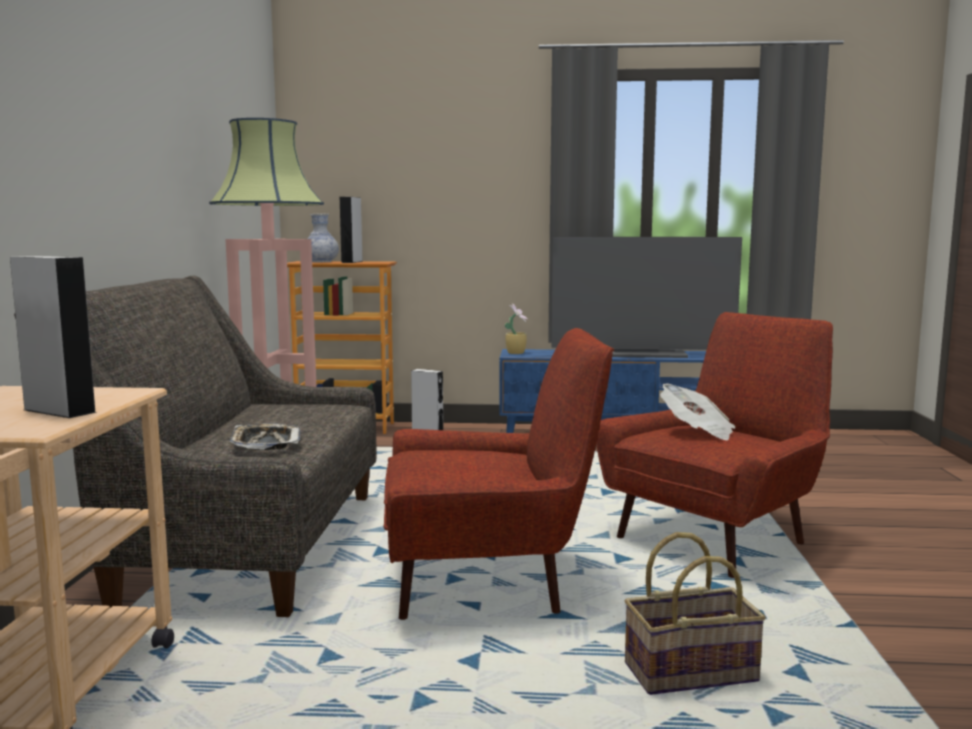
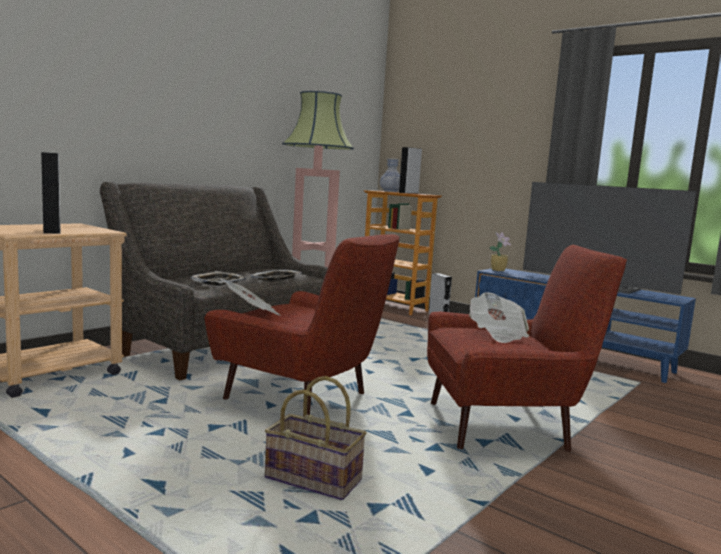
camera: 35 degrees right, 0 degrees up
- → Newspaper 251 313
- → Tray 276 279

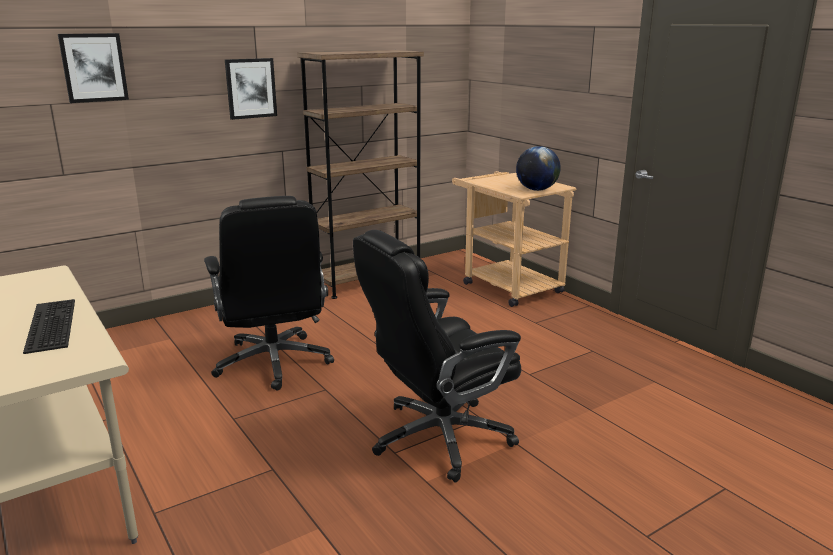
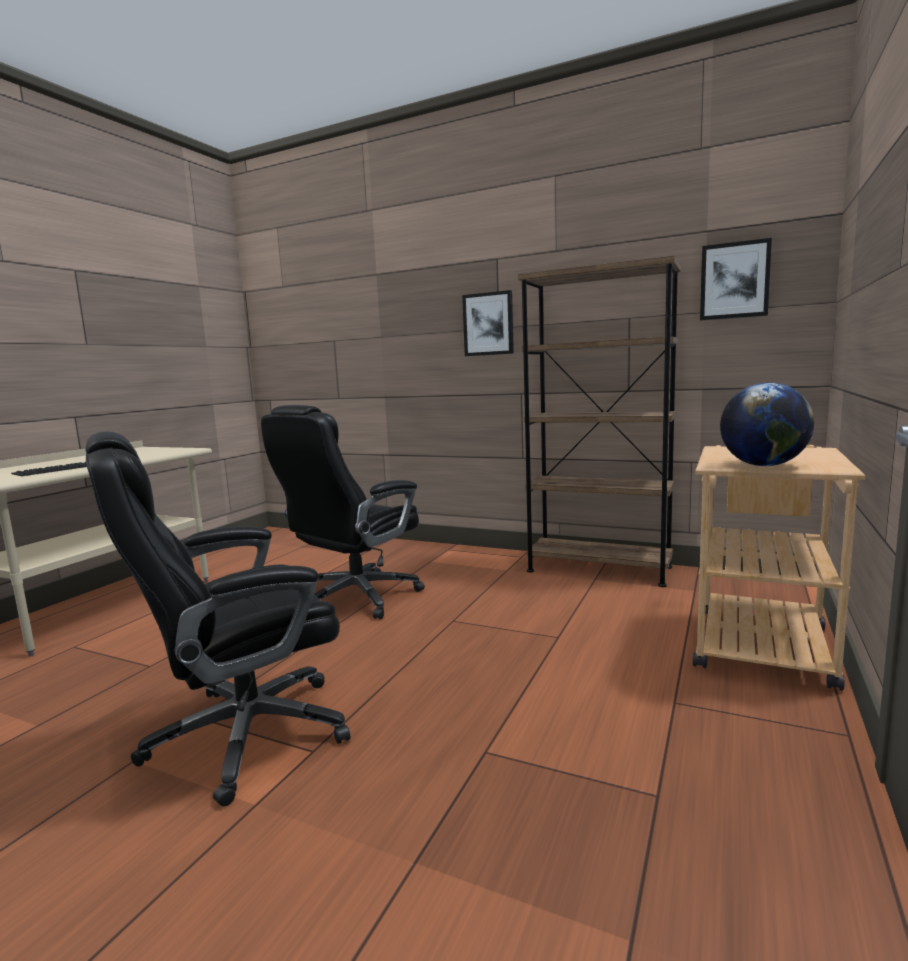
camera: 60 degrees right, 10 degrees down
Picture 94 67 → Picture 734 280, relocated
BlackOfficeChair 438 438 → BlackOfficeChair 243 735, 60 degrees counterclockwise

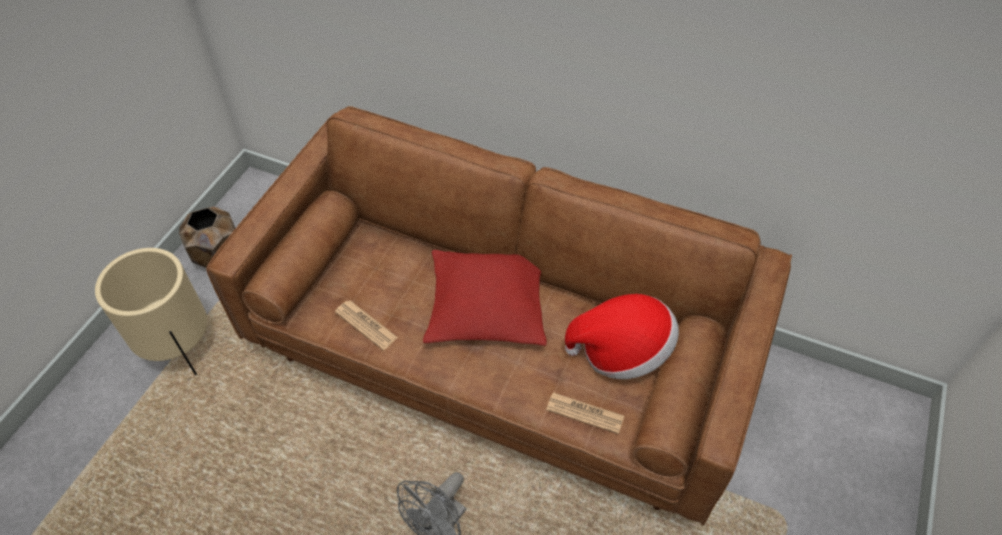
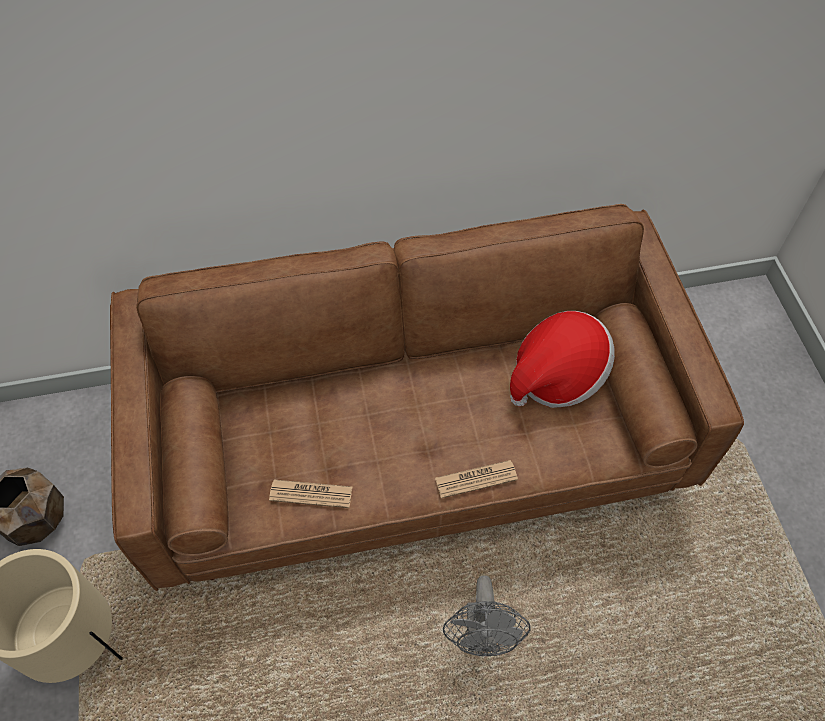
camera: 35 degrees left, 5 degrees up
RedPillow 487 306 → -
Newspaper 585 413 → Newspaper 476 479, relocated

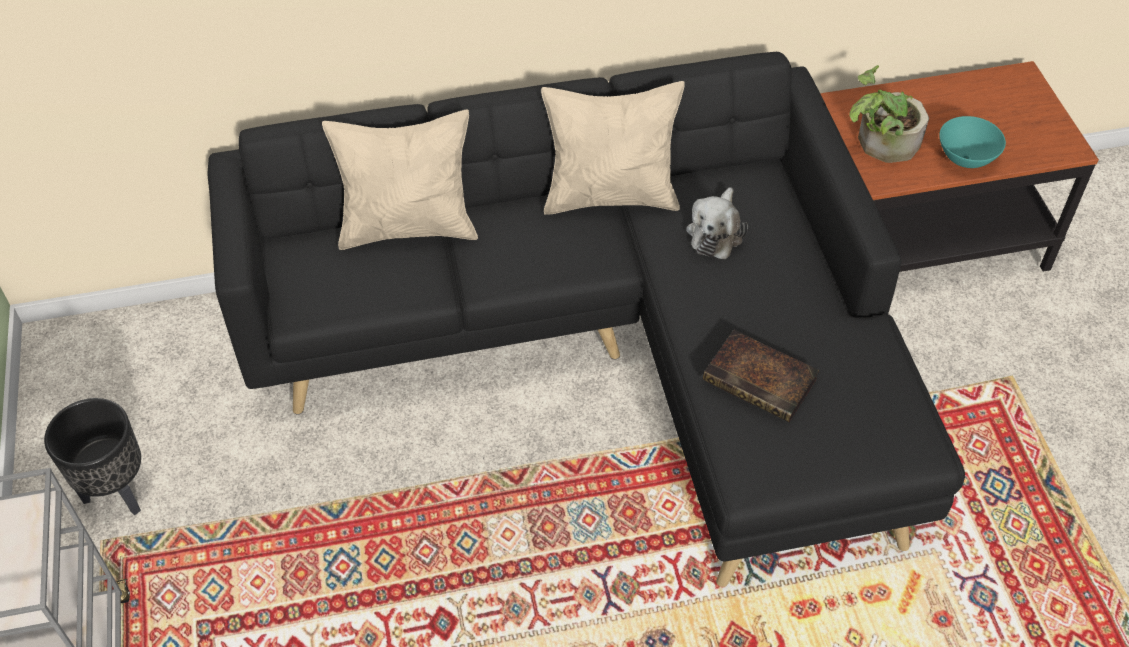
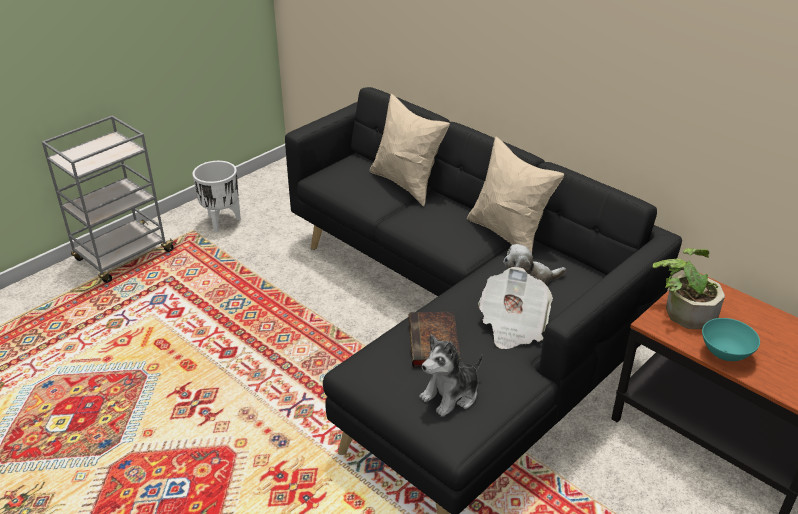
camera: 55 degrees right, 15 degrees down
- → PlushToy 451 395
- → Newspaper 512 325
BlackPlanter 117 492 → WhitePlanter 222 222

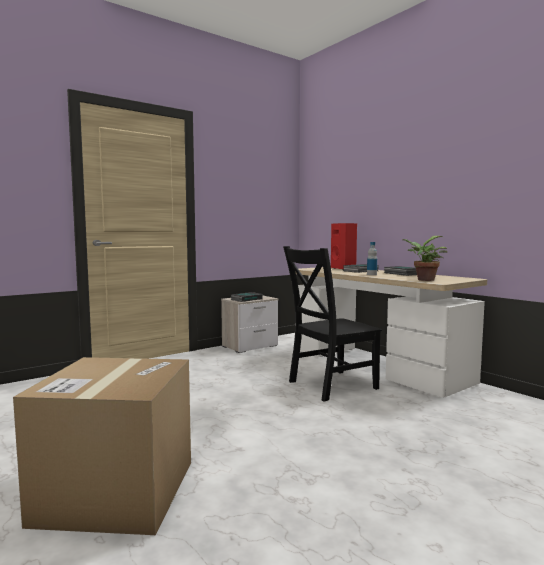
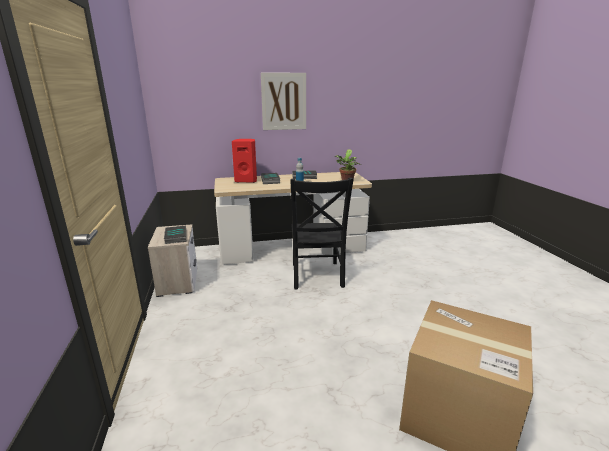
camera: 65 degrees left, 15 degrees up
- → Picture 284 101

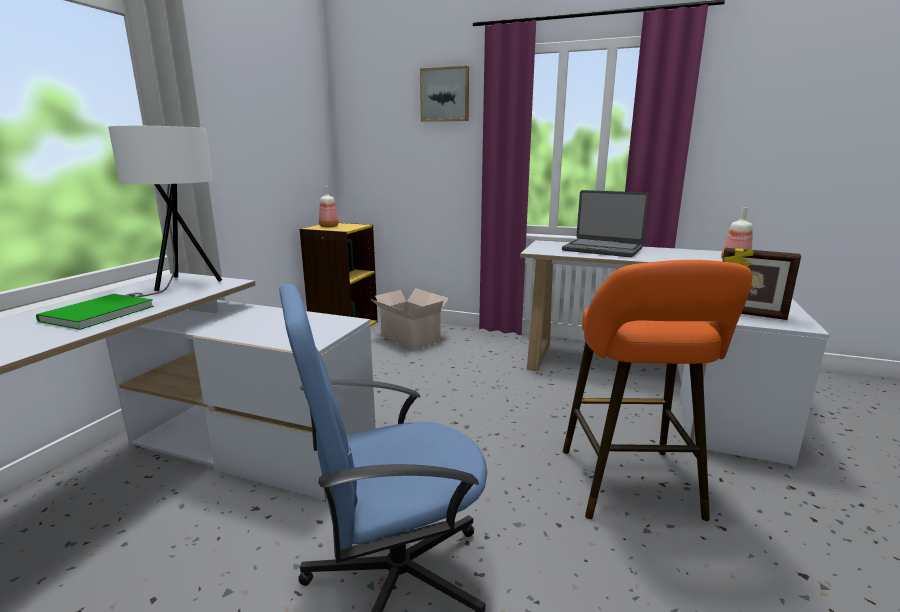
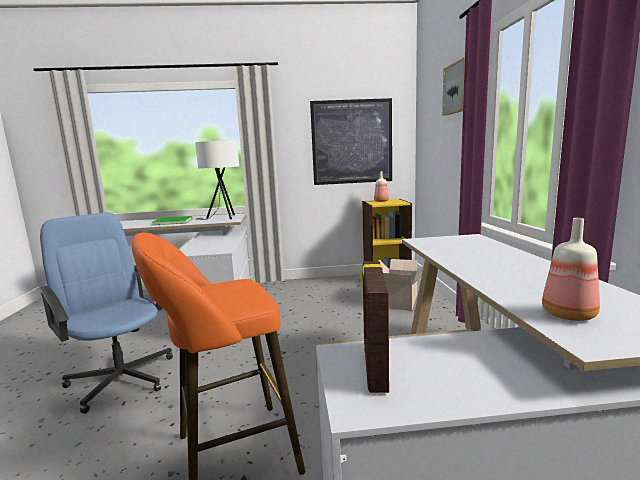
camera: 65 degrees right, 5 degrees down
Laptop 602 249 → -
- → Picture 352 142

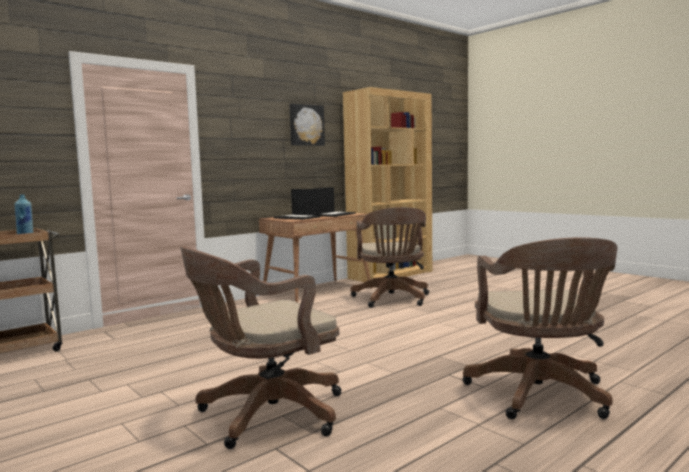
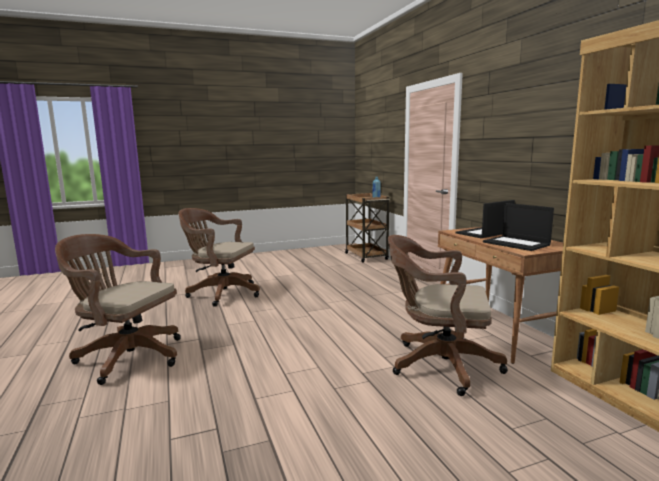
camera: 110 degrees right, 5 degrees up
Picture 306 125 → -
BrownOfficeChair 265 415 → BrownOfficeChair 221 293, 60 degrees counterclockwise

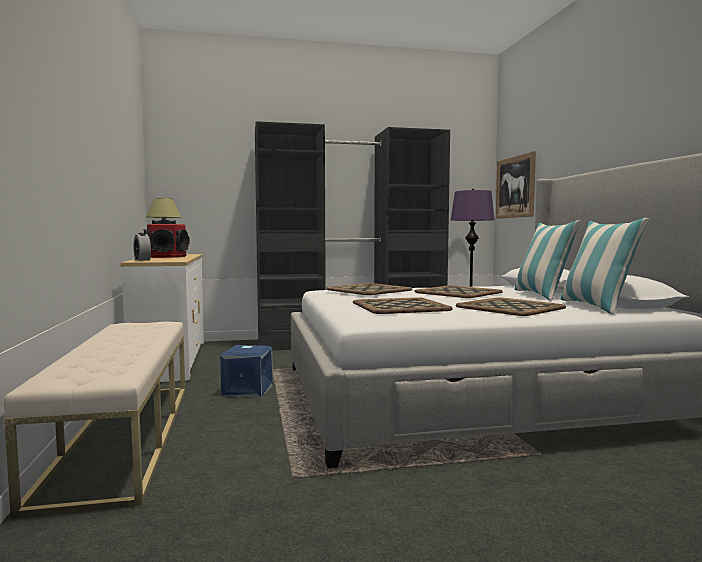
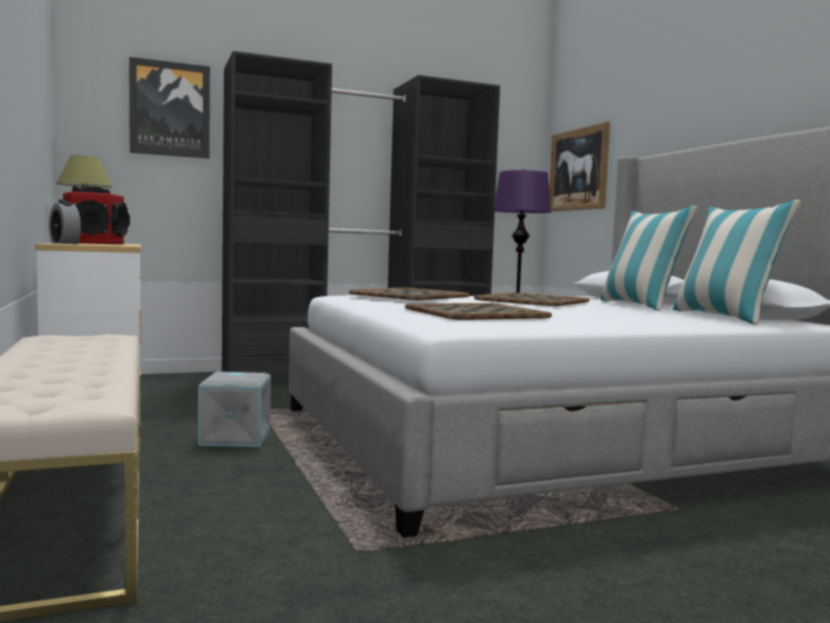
camera: 10 degrees left, 0 degrees up
Tray 510 307 → -
- → Picture 170 109
BlueStorageBox 247 390 → GreyStorageBox 234 437

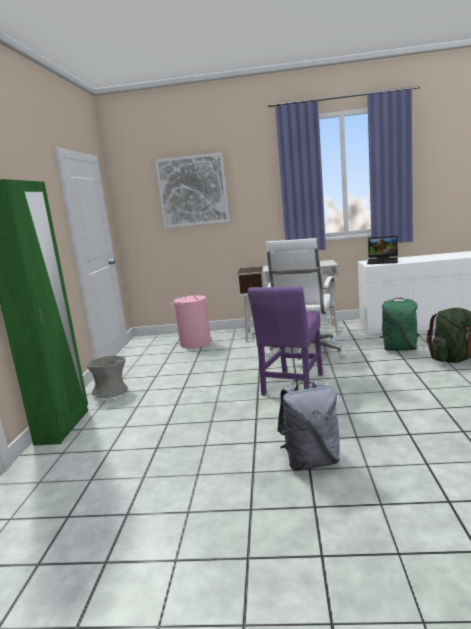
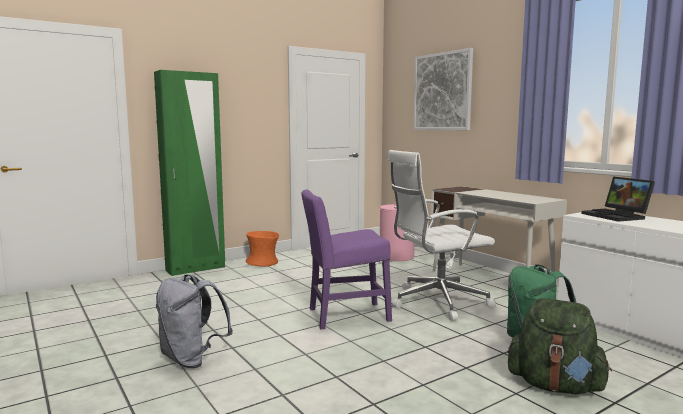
camera: 50 degrees right, 5 degrees down
GreyVase 111 392 → OrangeVase 263 263

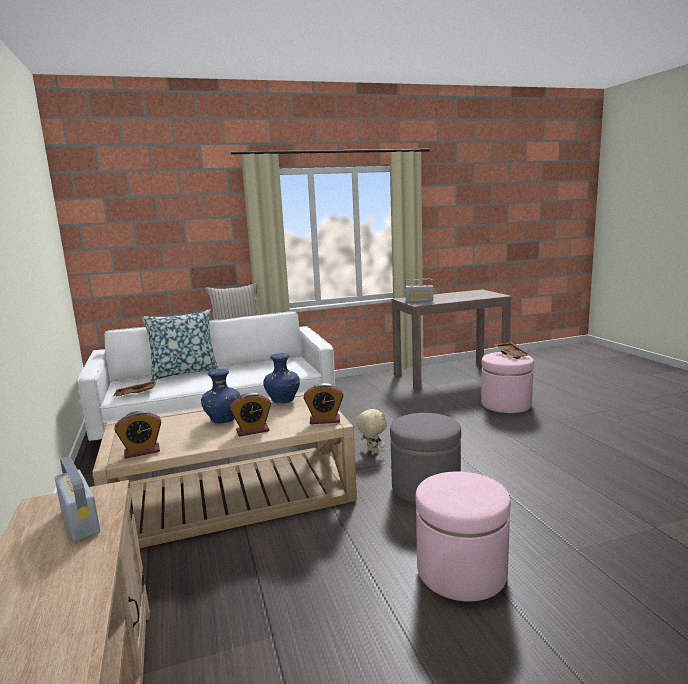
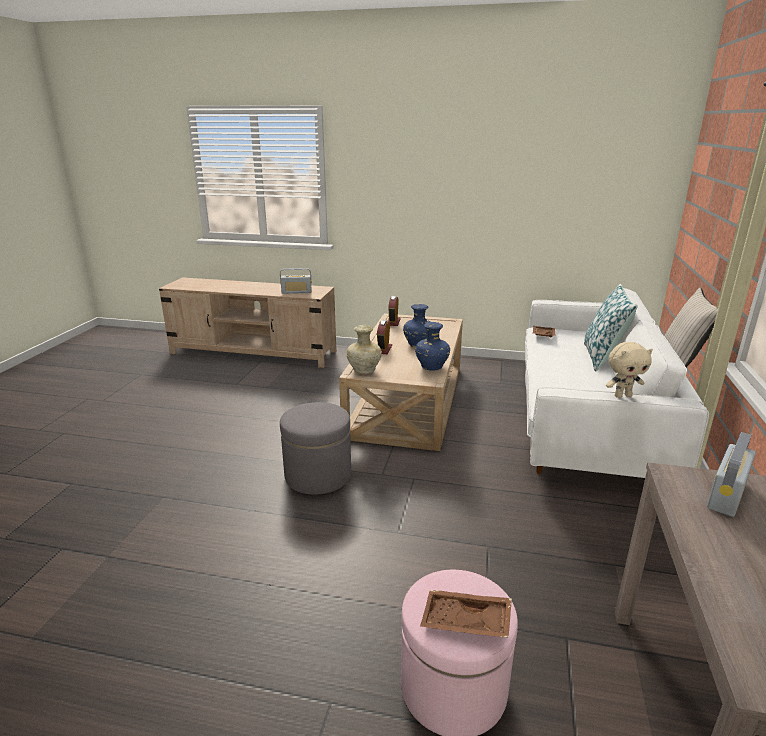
camera: 120 degrees right, 10 degrees up
PinkOttoman 461 571 → -
BeigePlushToy 372 451 → BeigePlushToy 622 395, relocated
AlarmClock 325 420 → BeigeVase 364 371

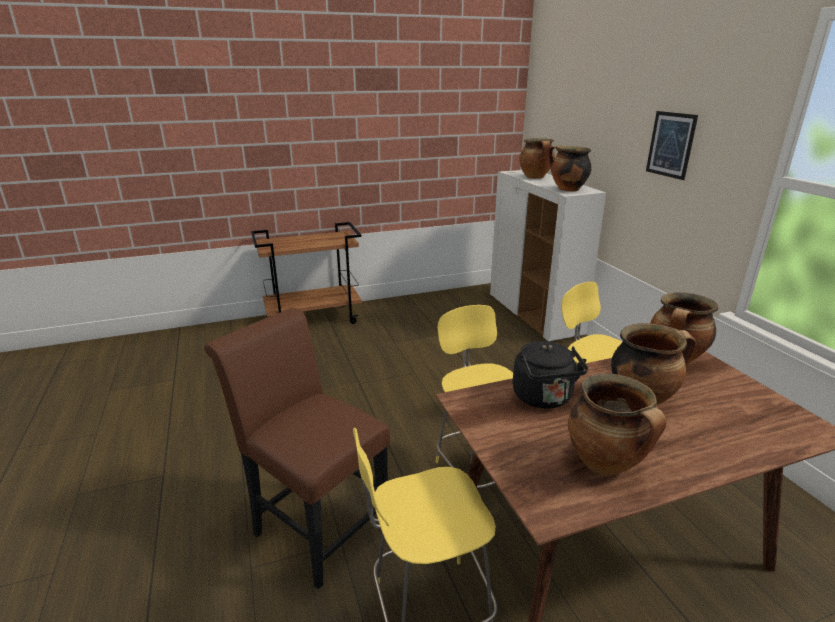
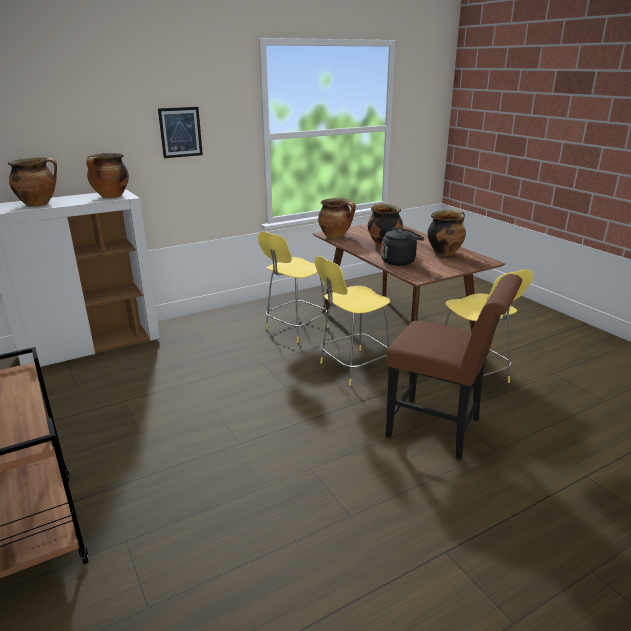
camera: 100 degrees left, 0 degrees up
BrownChair 314 524 → BrownChair 441 430, 90 degrees counterclockwise

